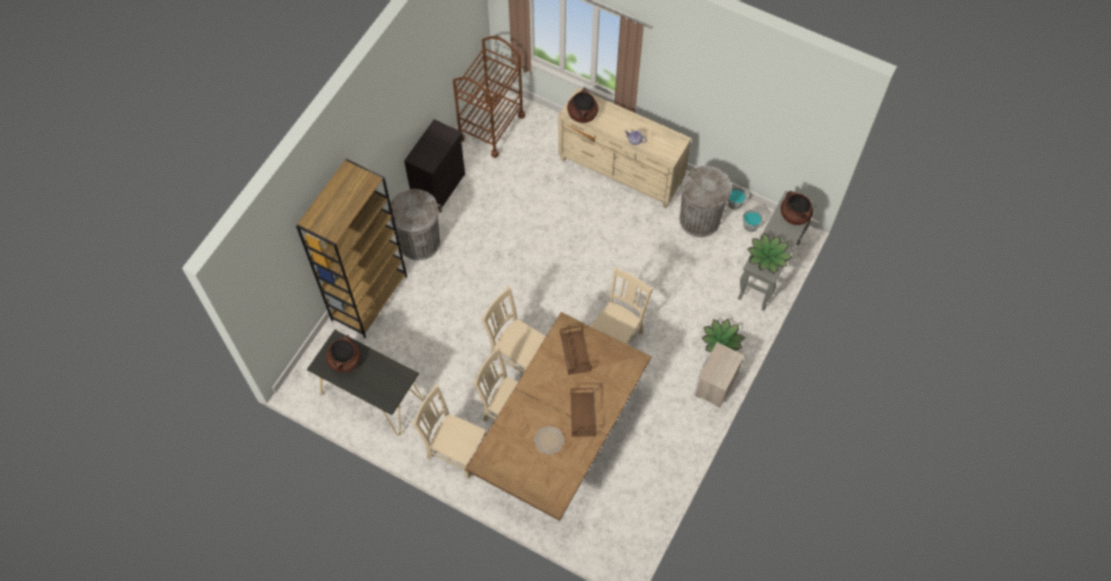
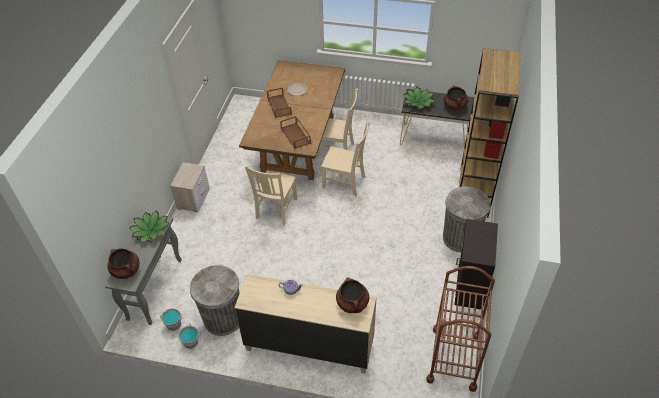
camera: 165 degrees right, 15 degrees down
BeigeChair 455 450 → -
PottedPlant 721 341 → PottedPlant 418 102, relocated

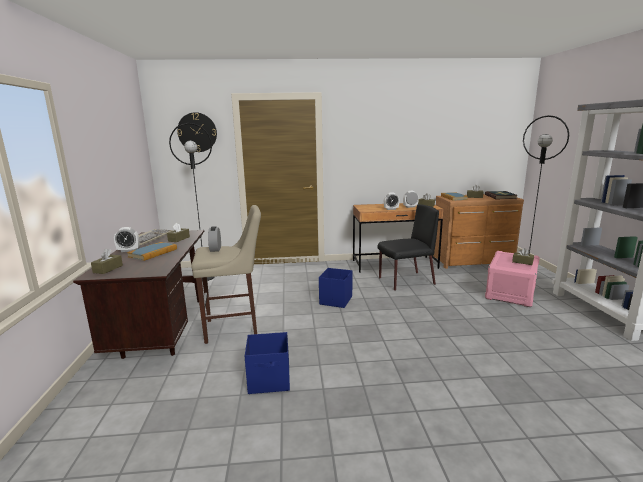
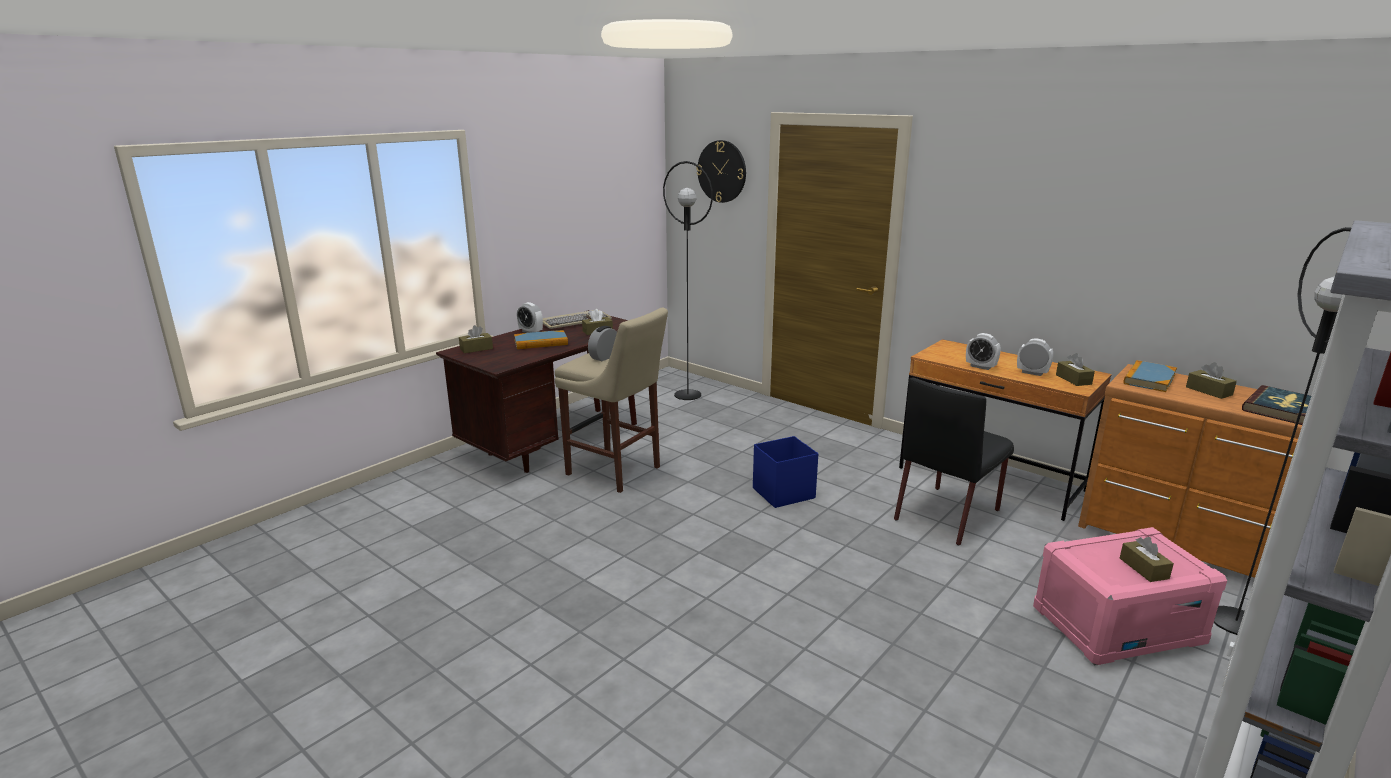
camera: 45 degrees right, 5 degrees up
BlueStorageBox 270 380 → -
BlackChair 405 281 → BlackChair 947 514, 105 degrees clockwise

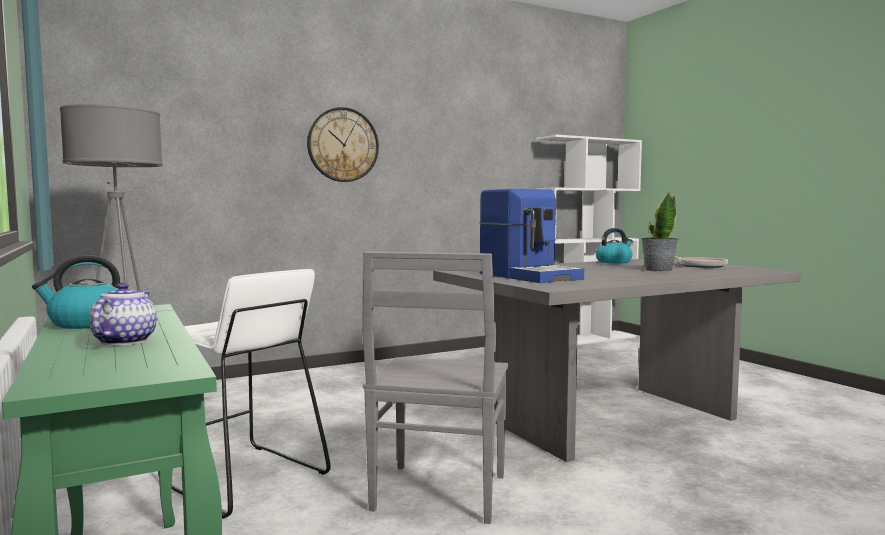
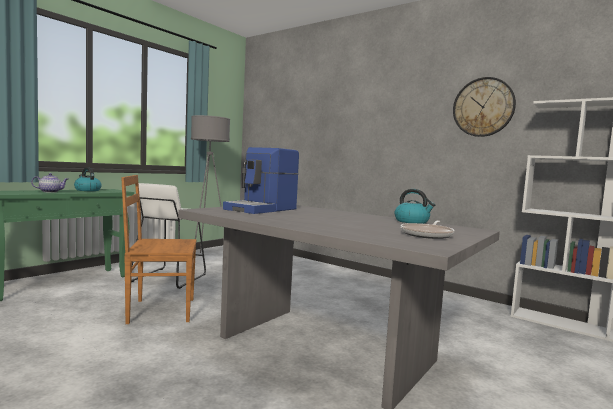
camera: 65 degrees right, 0 degrees up
PottedPlant 658 270 → -
WallClock 343 145 → WallClock 483 107, relocated
GreyChair 438 494 → BrownChair 159 310

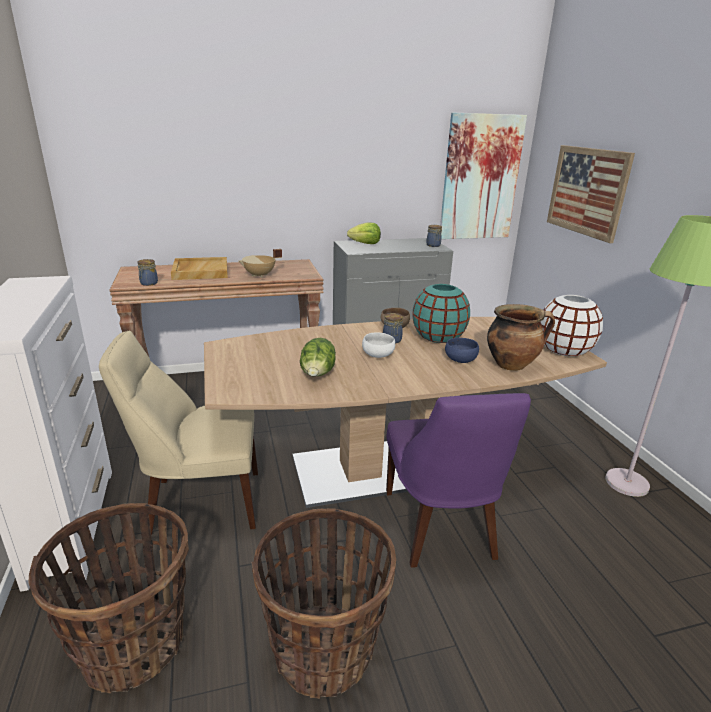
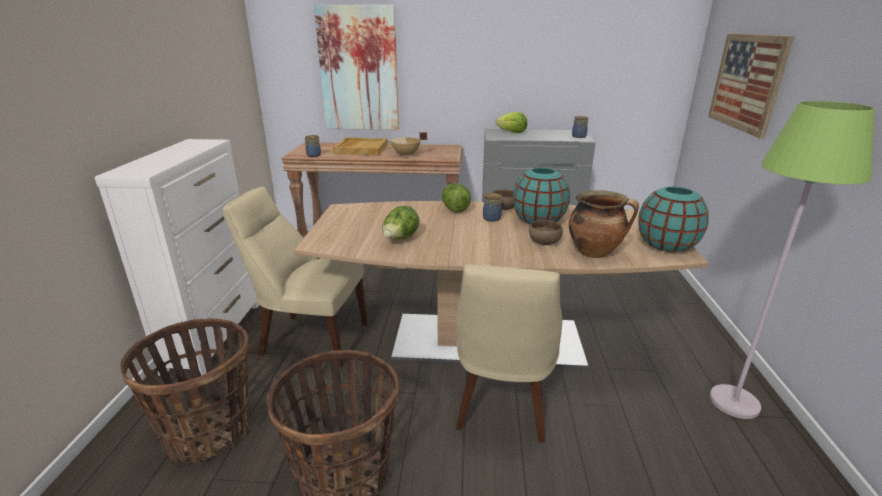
camera: 20 degrees right, 0 degrees up
WhiteBowl 378 355 → -
- → Lettuce 454 209
Picture 480 178 → Picture 359 69, relocated
PurpleChair 440 528 → BeigeChair 502 402
BlueBowl 459 360 → BrownBowl 543 242
WhiteVase 564 350 → TurquoiseVase 666 246

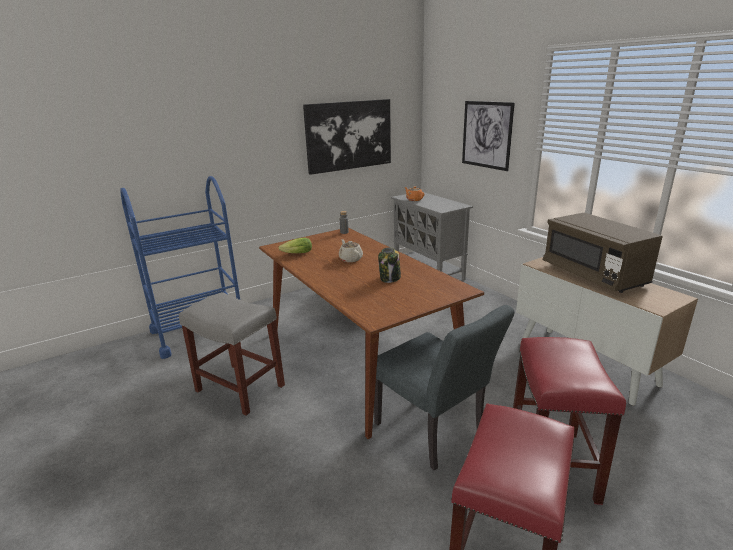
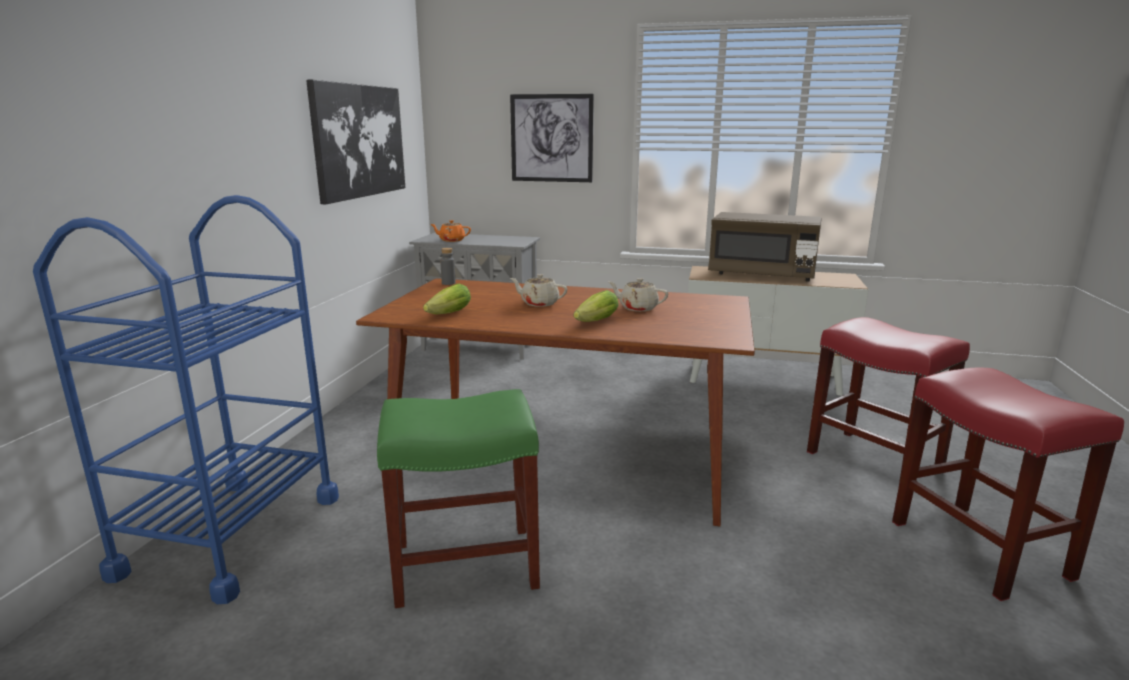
camera: 45 degrees left, 5 degrees down
GreyChair 434 433 → -
- → Lettuce 594 322
Jar 390 278 → BeigeTeapot 637 308
GreyStool 239 388 → GreenStool 463 565

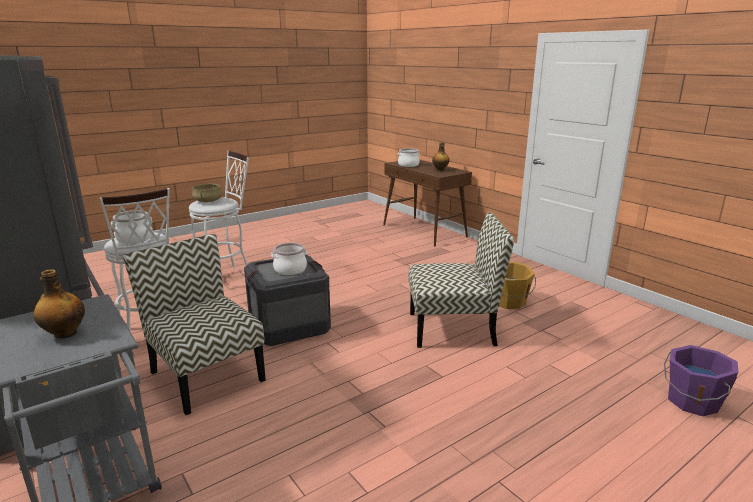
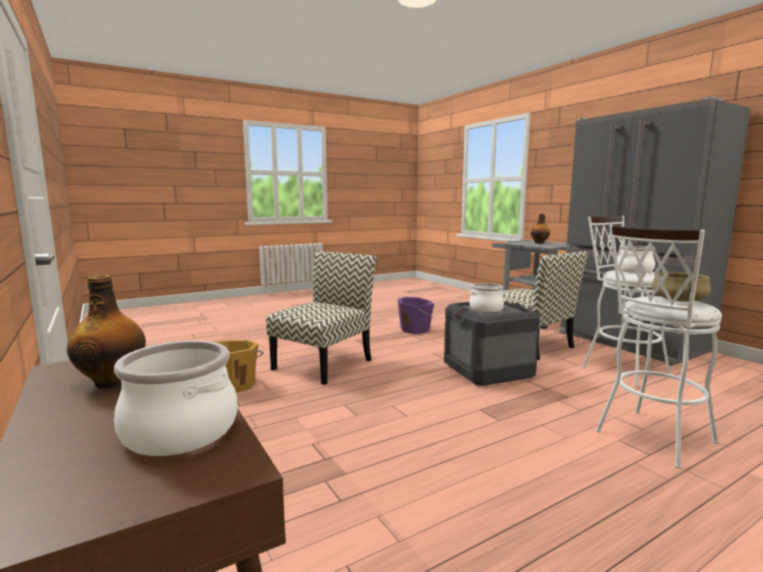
camera: 175 degrees left, 10 degrees down
PurpleBucket 691 401 → PurpleBucket 415 329, relocated
Chair 453 328 → Chair 323 364, 120 degrees clockwise

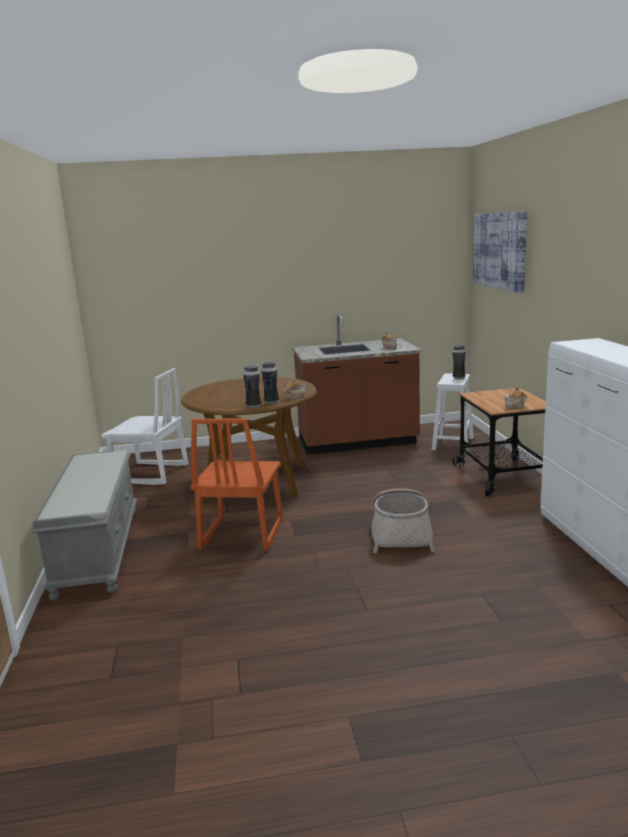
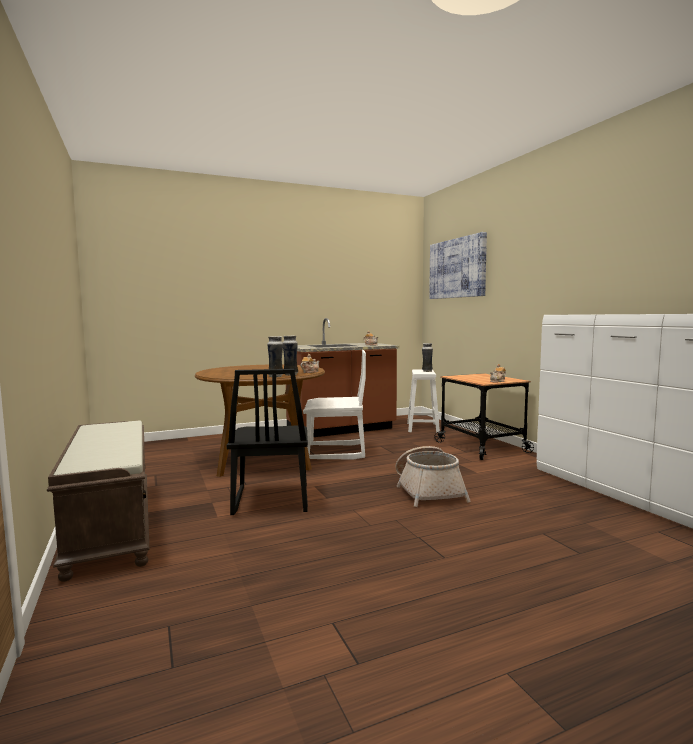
camera: 15 degrees left, 10 degrees down
WhiteChair 150 474 → WhiteChair 336 452, relocated
GreyBench 97 549 → BrownBench 109 525
OrangeChair 241 534 → BlackChair 270 500

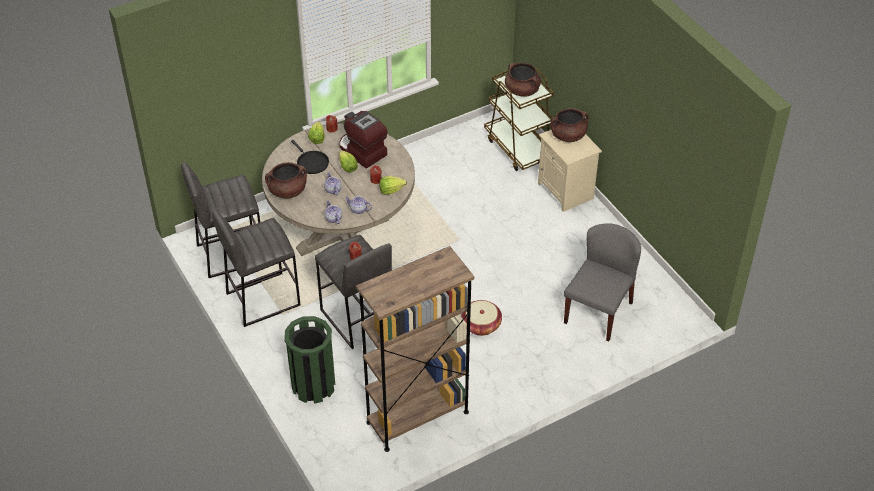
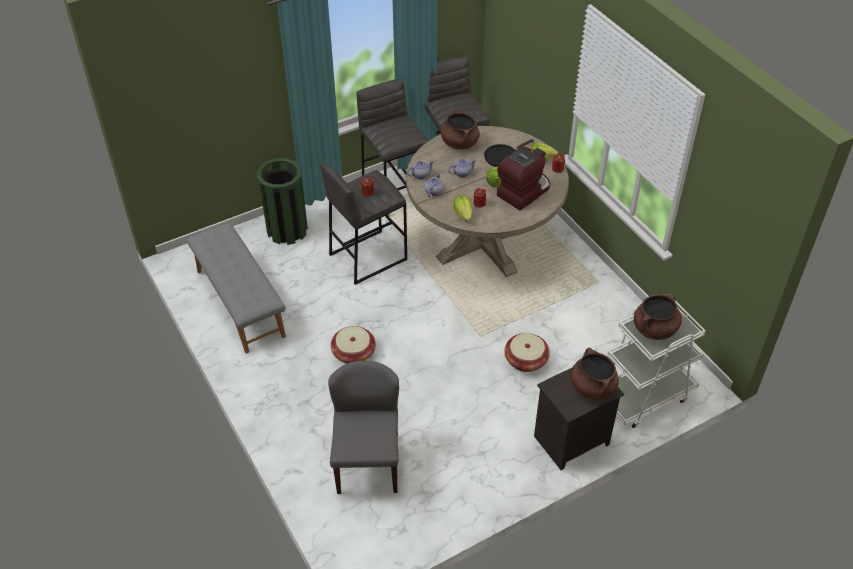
camera: 90 degrees right, 0 degrees up
- → Basket 526 360
BrownBookcase 417 417 → GreyBench 239 303
BrownCart 519 148 → WhiteCart 644 395
BeigeNightstand 566 191 → BlackNightstand 571 442
GreyChair 598 312 → GreyChair 367 462, 120 degrees counterclockwise

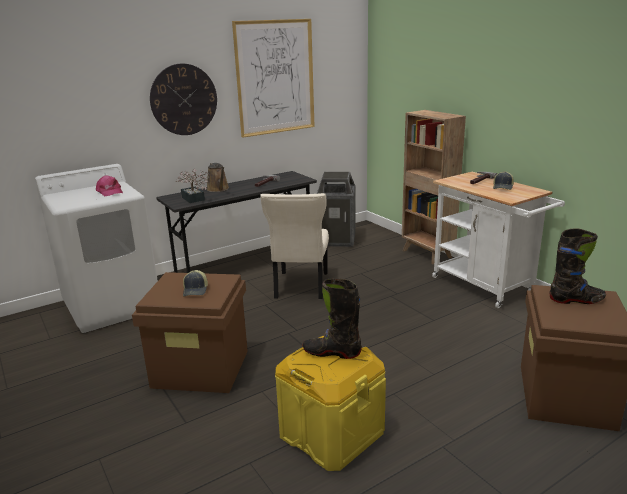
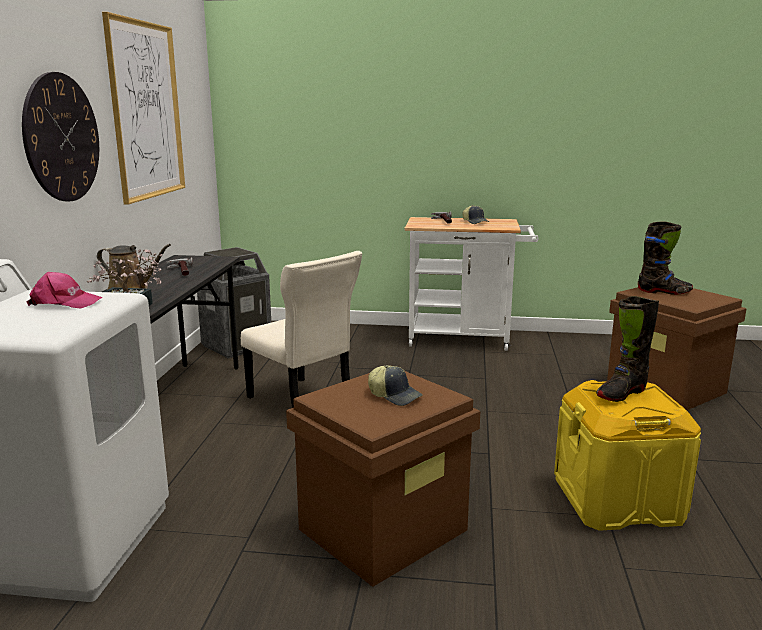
camera: 50 degrees left, 5 degrees down
BrownBookcase 427 254 → -
BlackBoot 576 300 → BlackBoot 664 292, 60 degrees clockwise

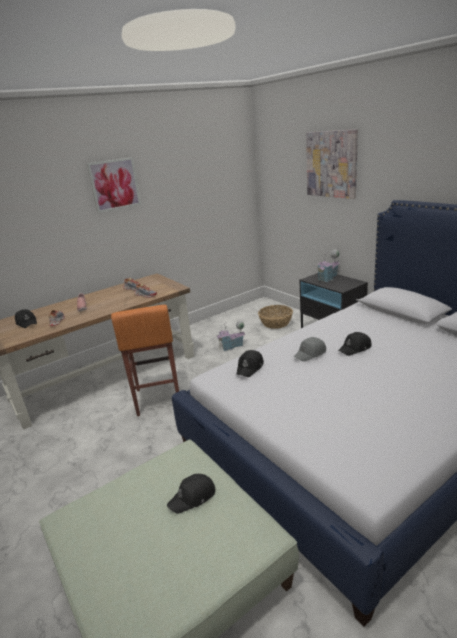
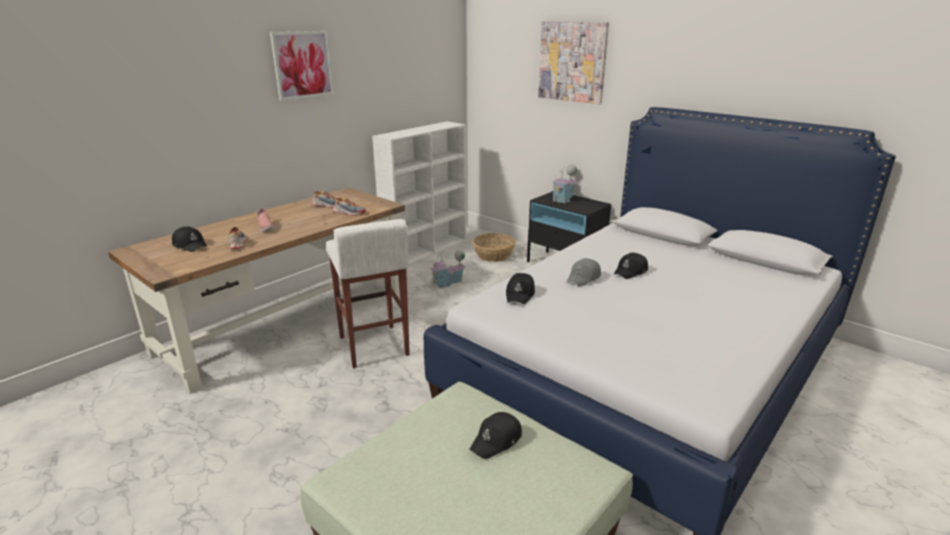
camera: 15 degrees left, 0 degrees up
- → WhiteBookcase 426 250
OrangeStool 157 399 → WhiteStool 373 346

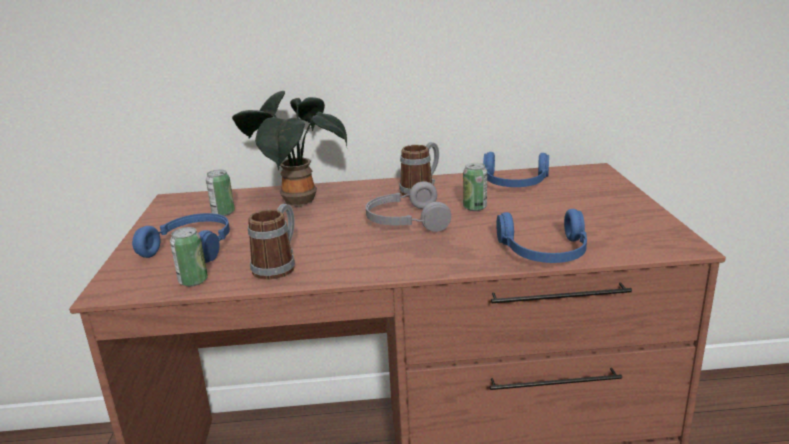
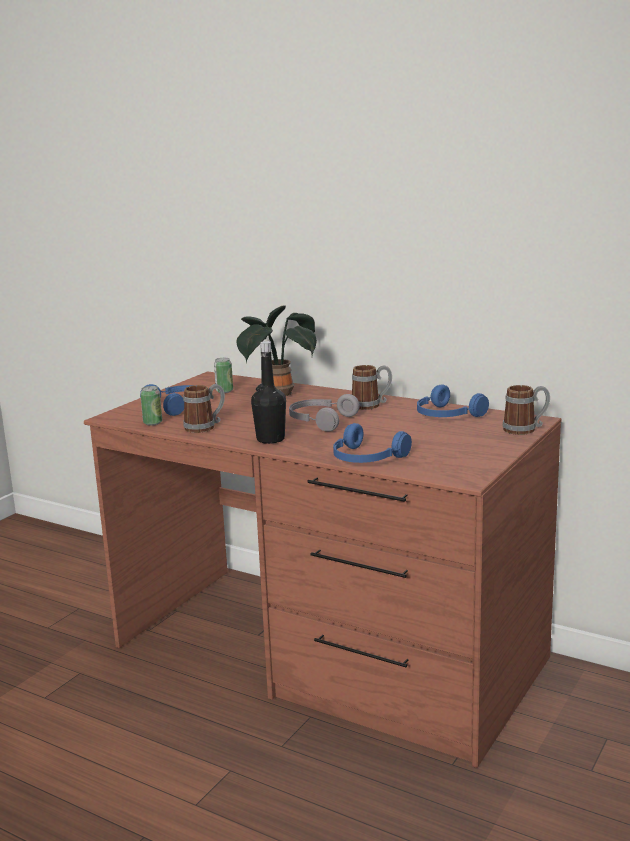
camera: 35 degrees right, 5 degrees down
Can 475 208 → -
- → BlackBottle 270 439
- → Mug 525 429

